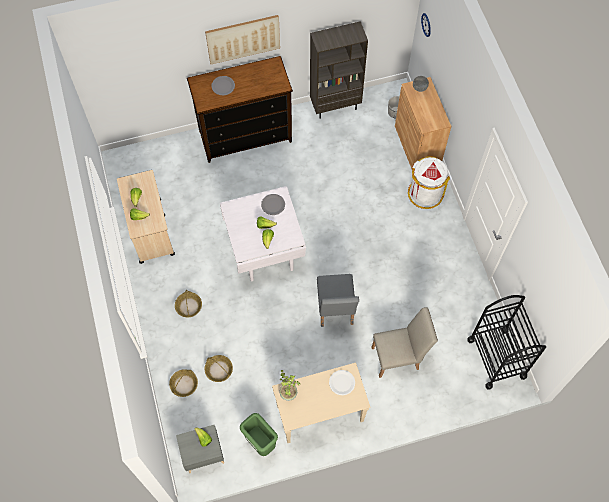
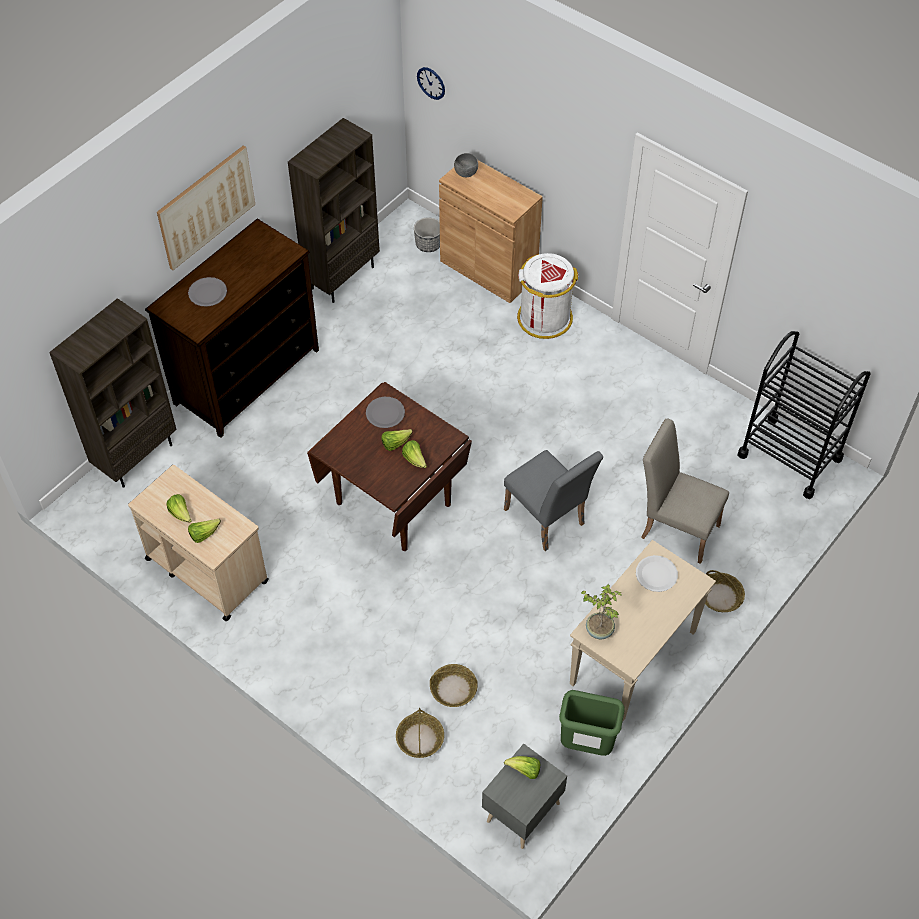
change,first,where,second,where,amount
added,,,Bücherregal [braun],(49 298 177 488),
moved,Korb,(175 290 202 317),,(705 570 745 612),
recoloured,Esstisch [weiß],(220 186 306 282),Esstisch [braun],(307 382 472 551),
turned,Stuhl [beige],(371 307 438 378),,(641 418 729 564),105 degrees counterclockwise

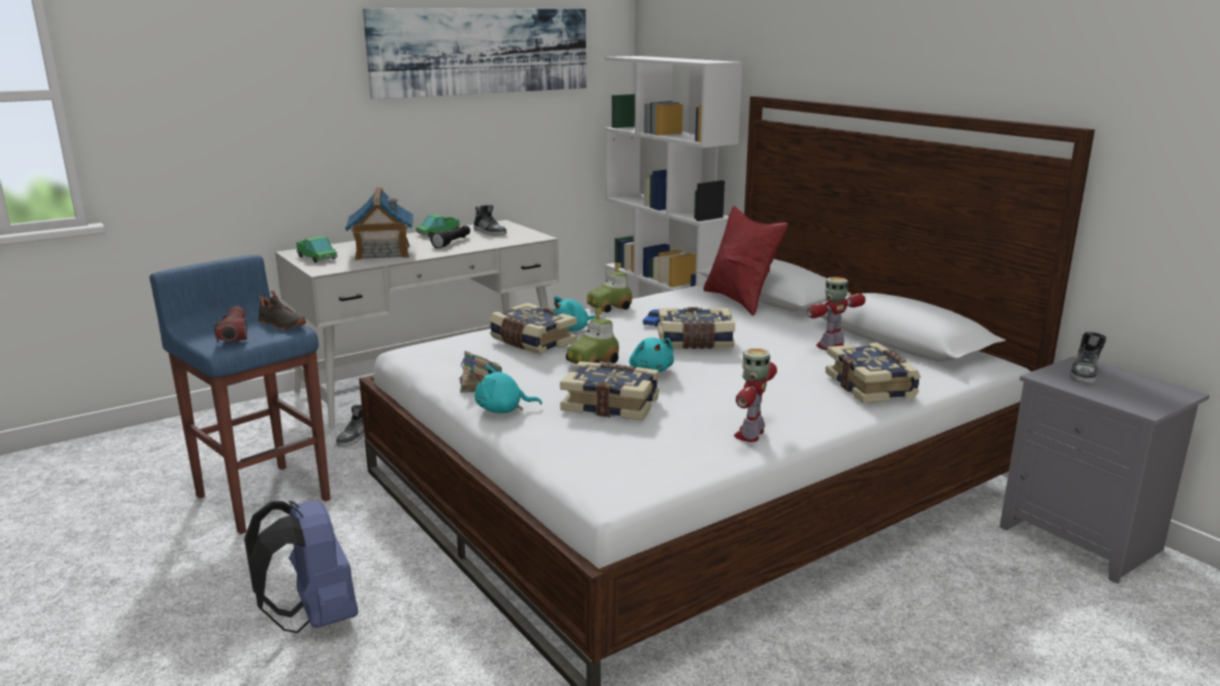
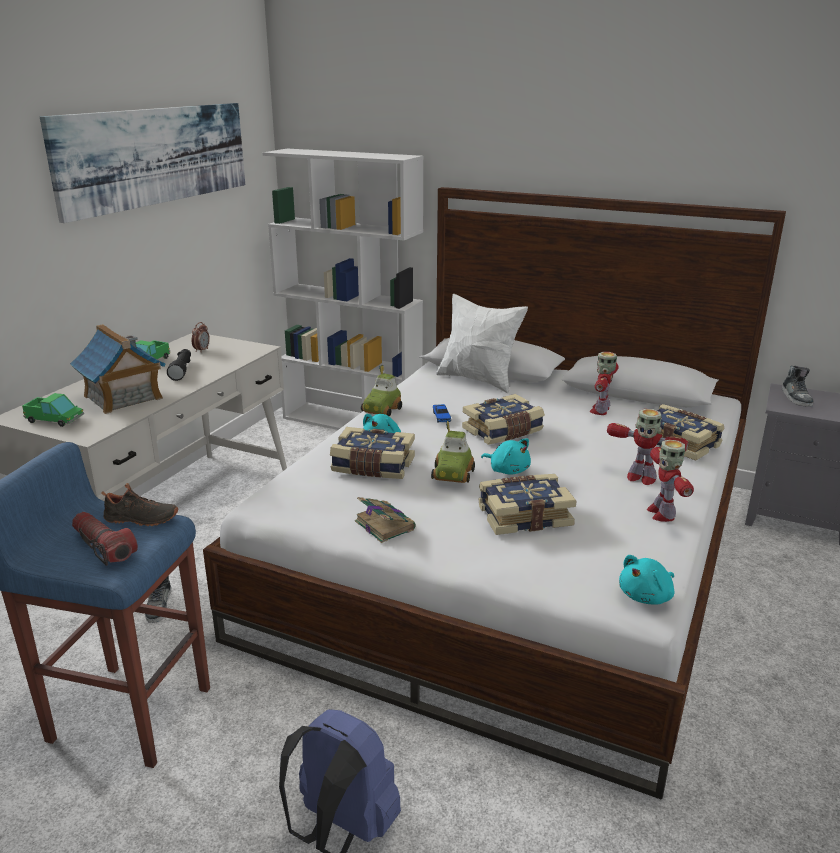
change,first,where,second,where,amount
added,,,Spielzeugroboter,(607 409 689 485),
moved,Plüschtier [türkis],(475 365 542 413),,(619 555 675 605),
replaced,Schuh,(474 205 507 236),Wecker,(192 322 210 353),
recoloured,Kissen [rot],(703 206 788 316),Kissen [weiß],(436 294 528 393),

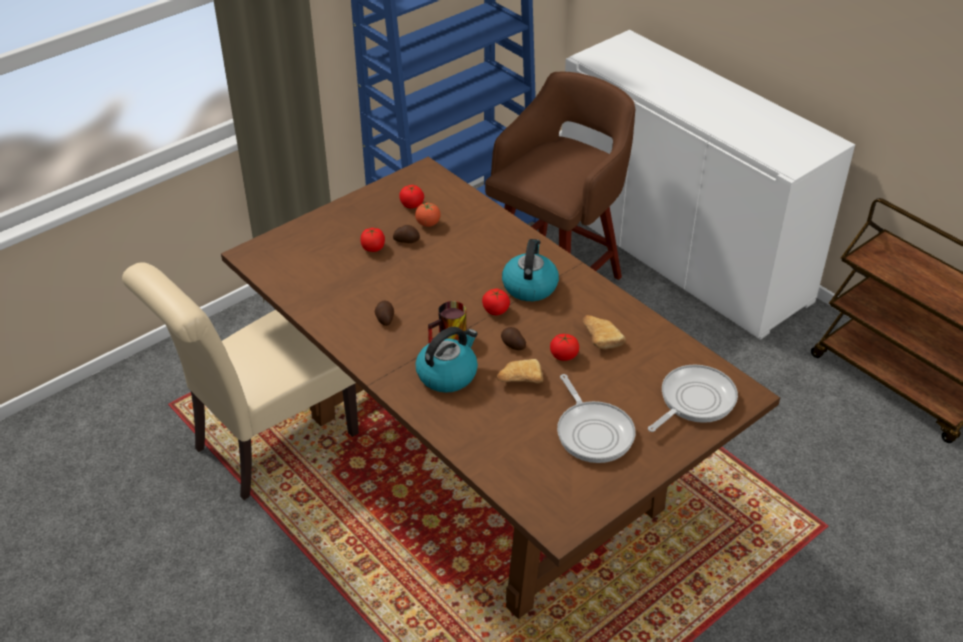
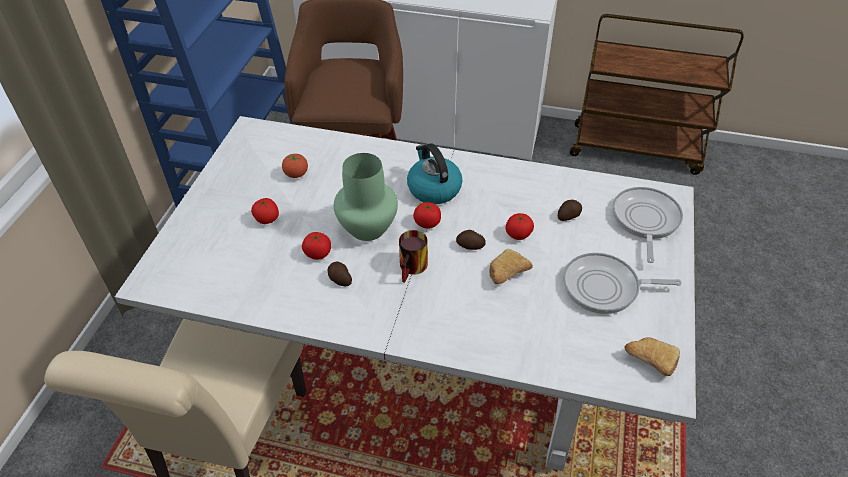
change,first,where,second,where,amount
removed,Wasserkessel,(415 327 478 393),,,
added,,,Vase [grün],(334 153 398 241),
moved,Kartoffel,(393 225 420 243),,(558 200 582 221),
moved,Tomate,(399 185 424 209),,(302 232 331 260),
moved,Brot,(583 315 626 349),,(624 337 680 376),
recoloured,Esstisch [braun],(221 157 780 619),Esstisch [weiß],(115 116 696 471),
turned,Pfanne,(557 374 635 463),,(563 253 682 314),150 degrees clockwise

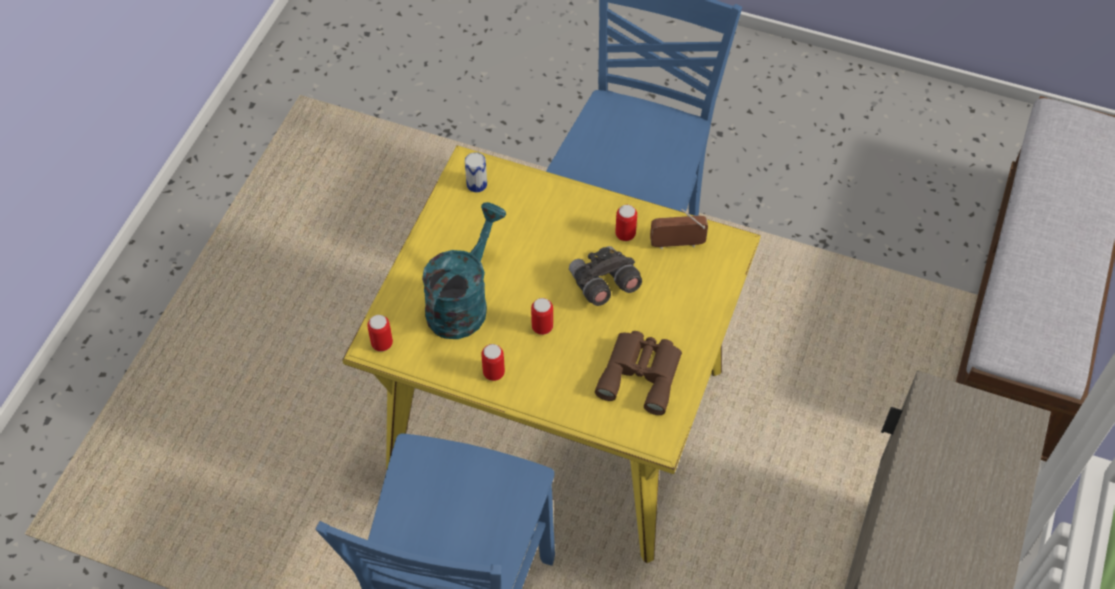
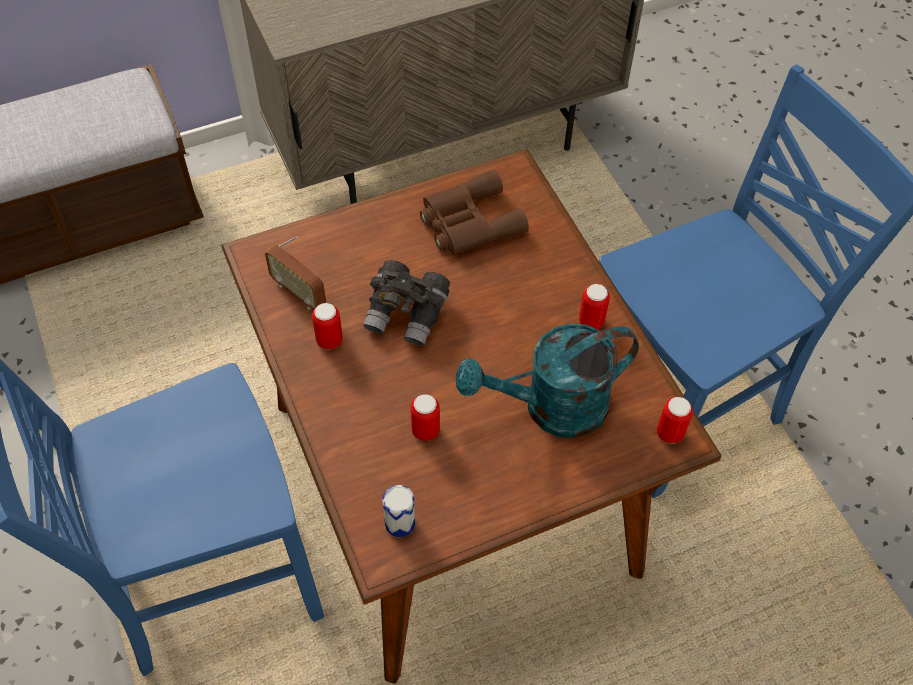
change,first,where,second,where,amount
moved,Dose,(531 298 553 335),,(411 394 440 441),
recoloured,Esstisch [gelb],(342 145 761 563),Esstisch [braun],(222 149 722 684),

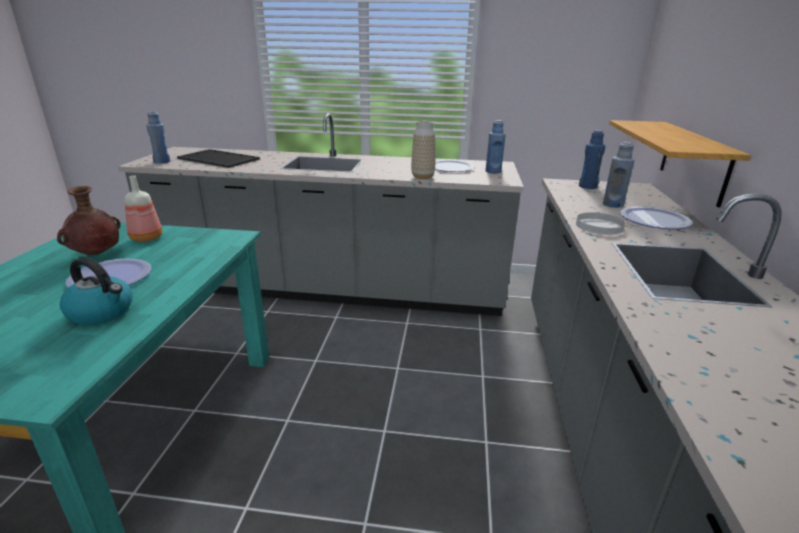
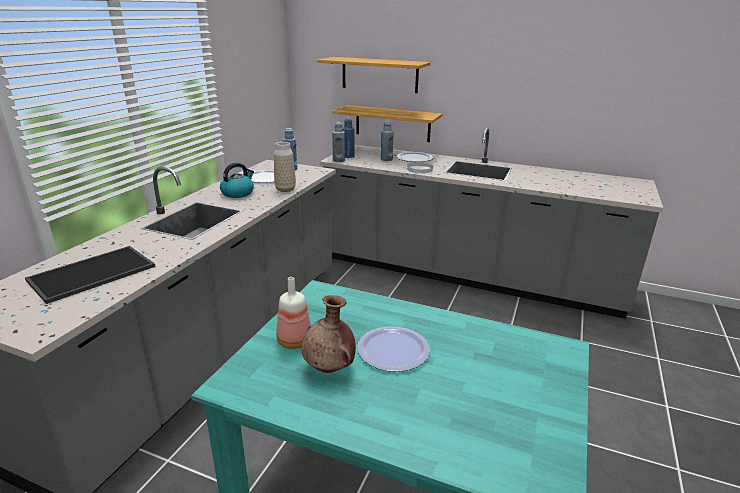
change,first,where,second,where,amount
added,,,Wandregal,(317 57 430 93),
moved,Wasserkessel,(60 257 132 325),,(220 163 254 198),
moved,Flasche [blau],(146 111 170 164),,(332 122 345 162),

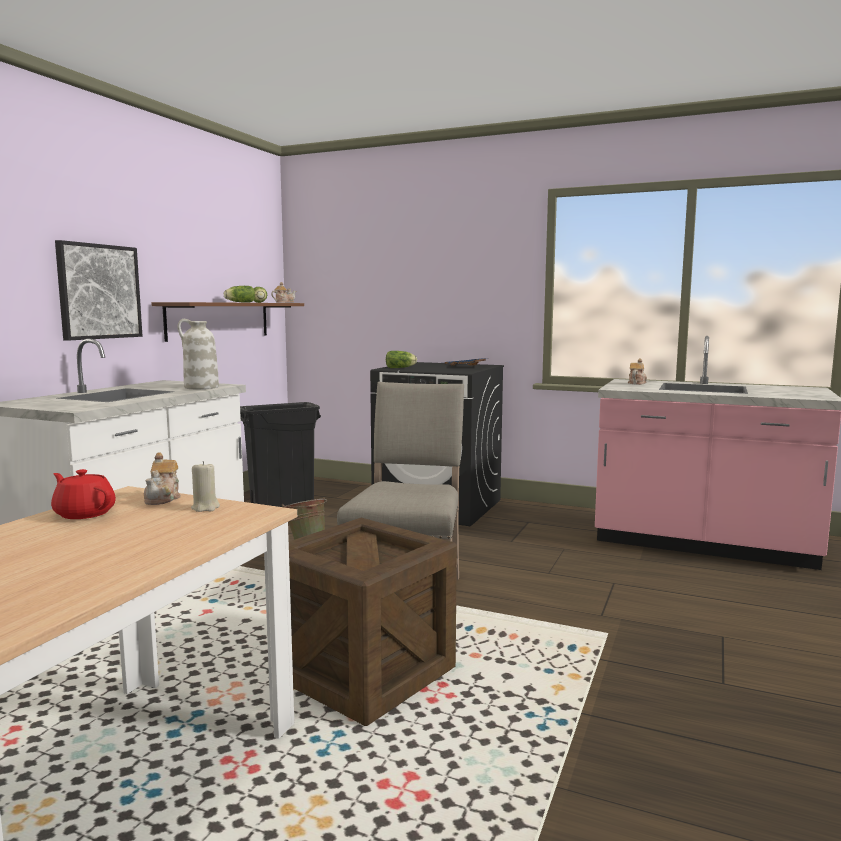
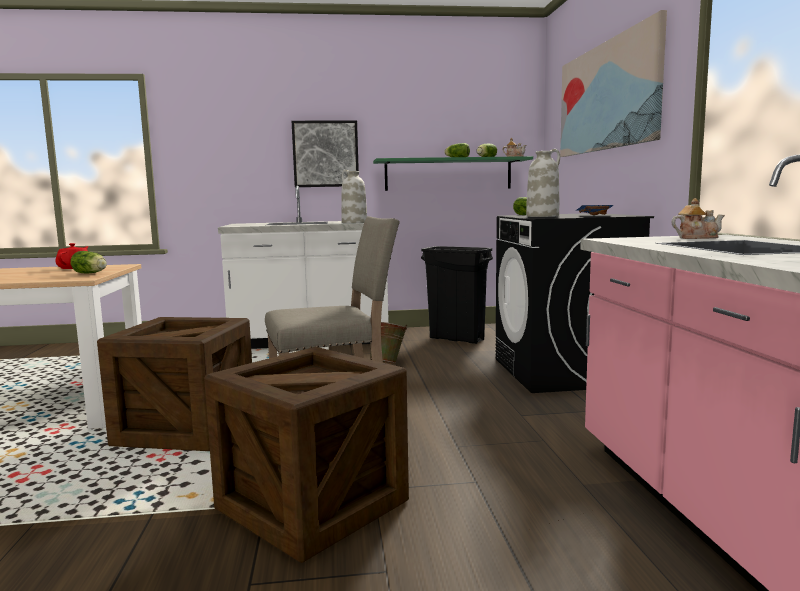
change,first,where,second,where,amount
removed,Teekanne,(144 452 181 505),,,
added,,,Kiste,(204 347 409 563),
added,,,Vase [weiß],(526 149 560 217),
added,,,Bild,(560 10 667 157),
replaced,Kerze [beige],(191 461 220 512),Salatkopf,(70 251 107 273),
recoloured,Wandregal [braun],(151 302 304 342),Wandregal [grün],(373 156 533 191),

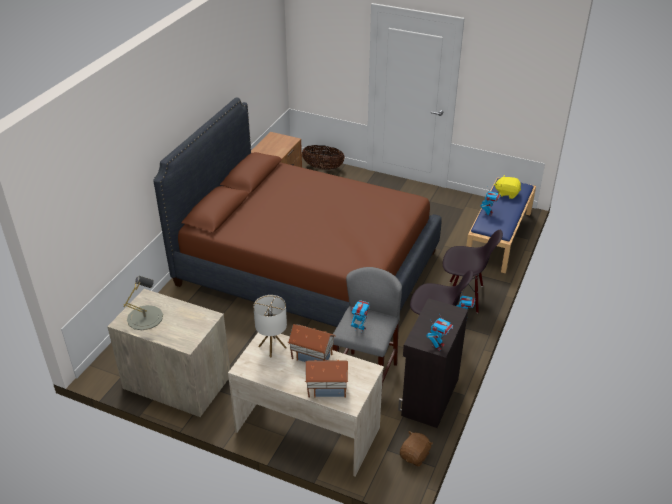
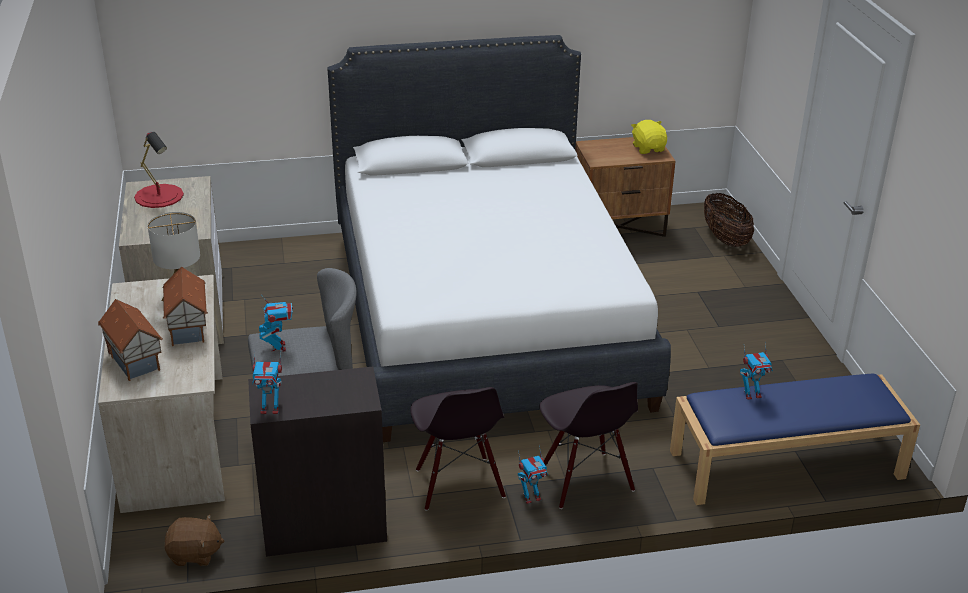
change,first,where,second,where,amount
moved,Plüschtier [gelb],(494 175 521 199),,(631 120 667 154),
recoloured,Tischlampe [grau],(123 276 163 330),Tischlampe [rot],(134 132 184 208),
recoloured,Bett [braun],(154 97 442 327),Bett [weiß],(328 35 671 442),

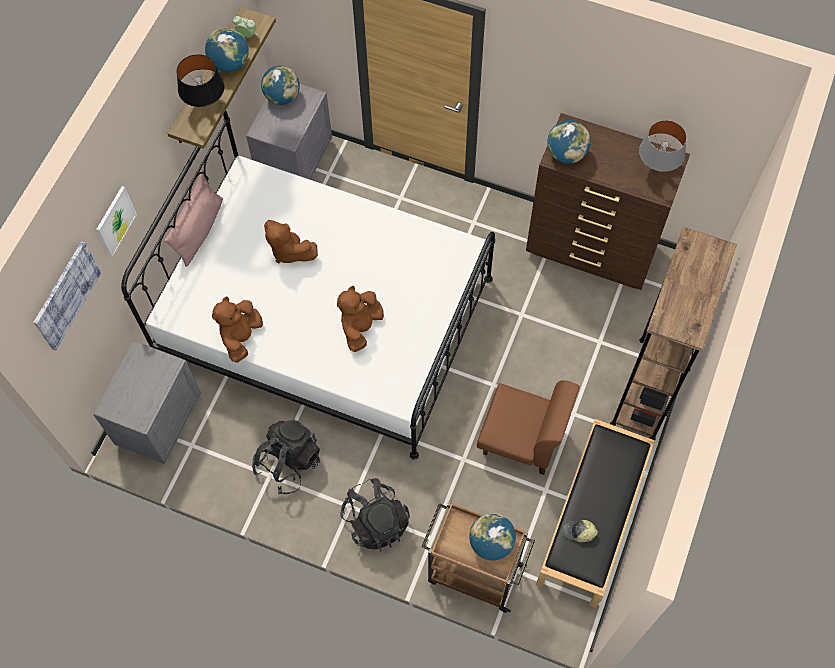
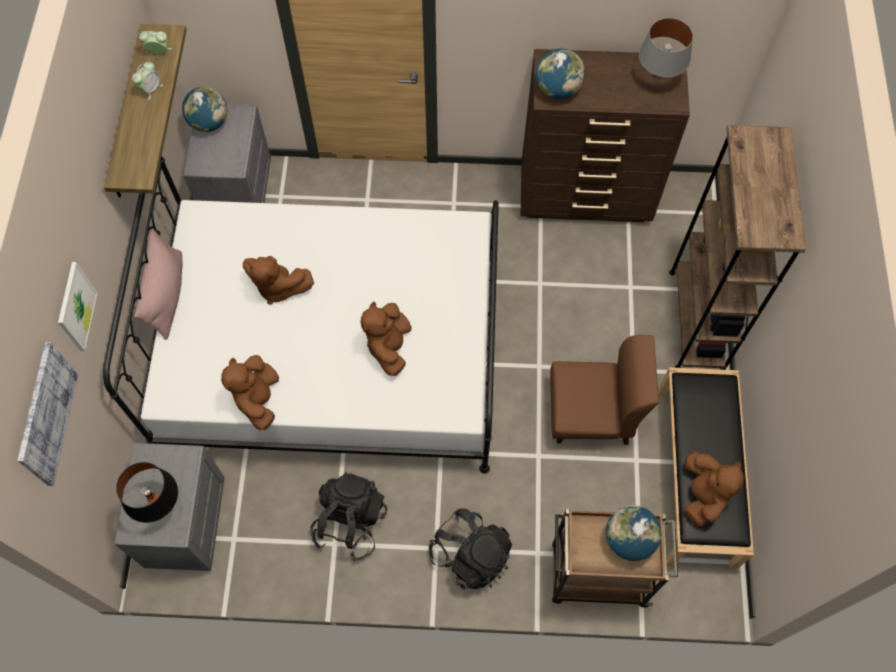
change,first,where,second,where,amount
moved,Tischlampe [schwarz],(177 54 224 107),,(116 462 178 523),
replaced,Globus,(205 28 249 72),Wecker,(132 62 163 100),
replaced,Kappe,(563 520 598 542),Plüschtier [braun],(684 451 744 527),

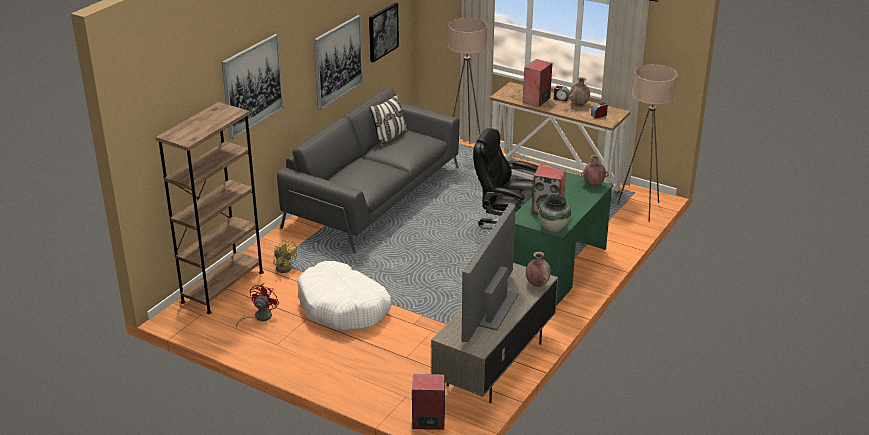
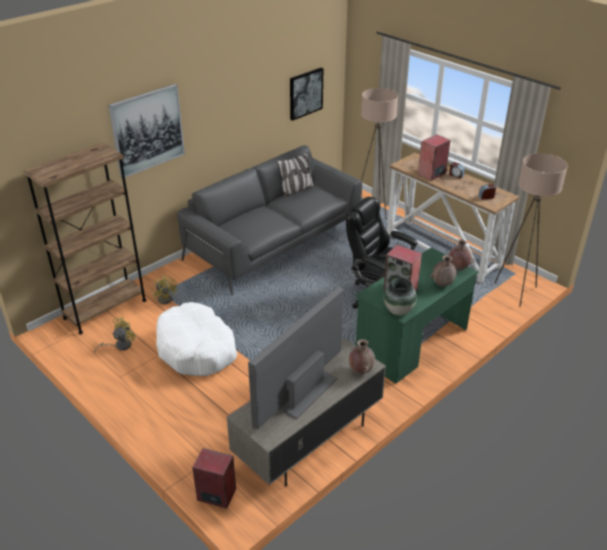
change,first,where,second,where,amount
removed,Bild,(314 15 363 110),,,
moved,Vase [braun],(569 77 590 107),,(431 255 457 287),
recoloured,Ventilator [rot],(236 283 279 328),Ventilator [gelb],(94 317 137 352),

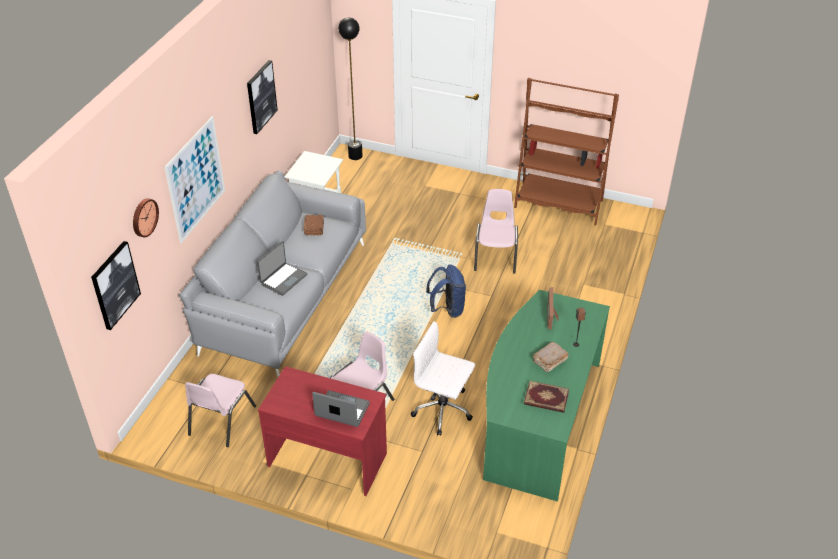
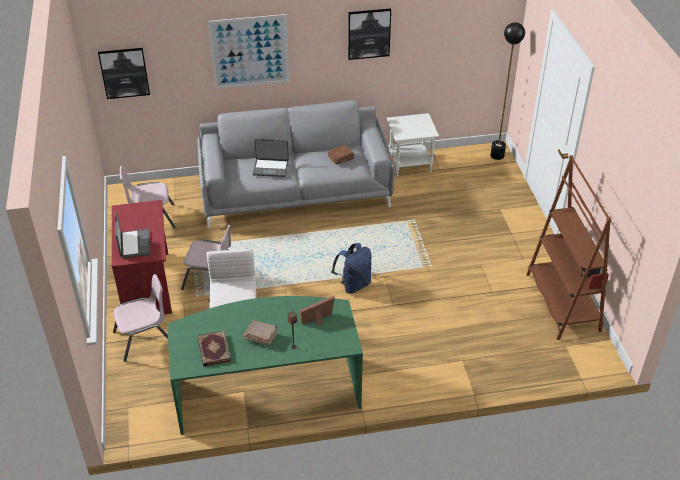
change,first,where,second,where,amount
removed,Wanduhr,(133 198 159 237),,,
moved,Stuhl [rosa],(474 189 518 274),,(113 274 168 362),

